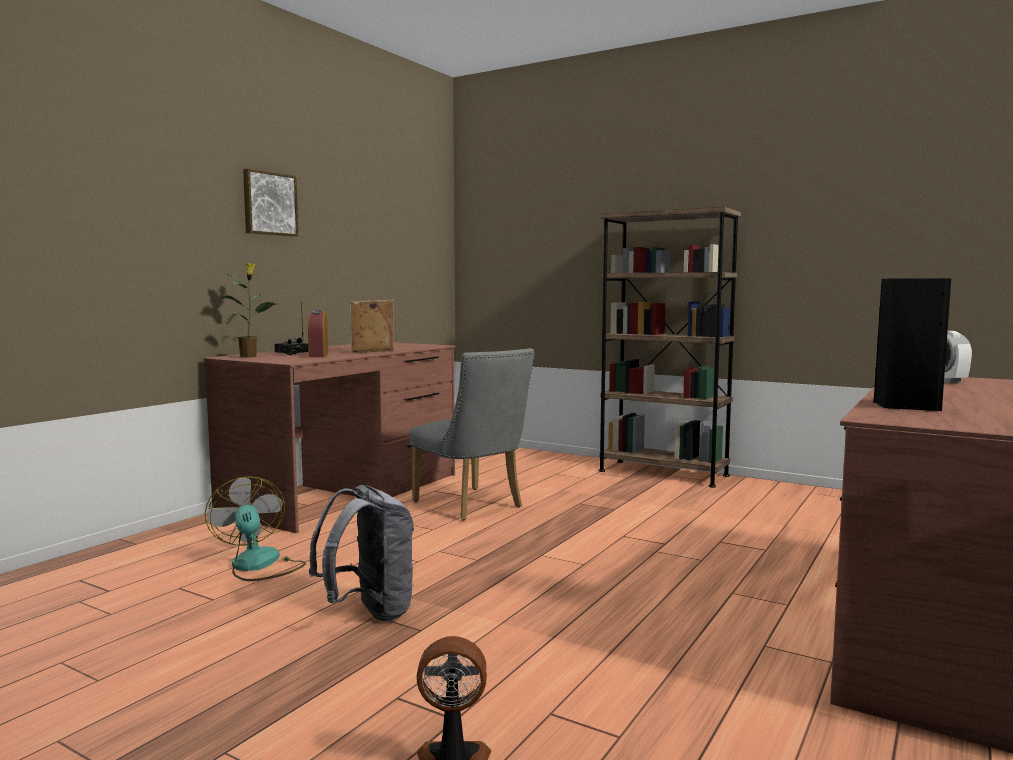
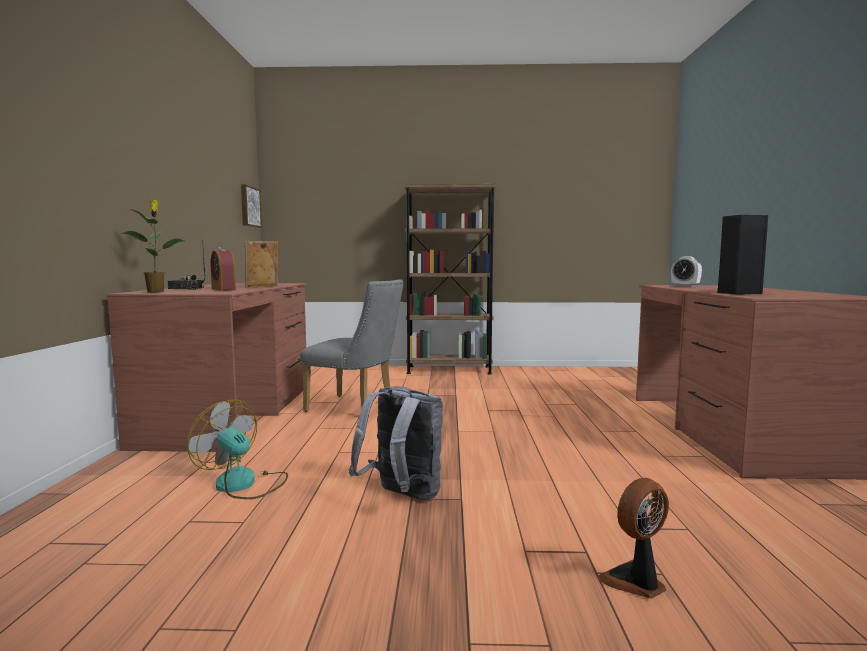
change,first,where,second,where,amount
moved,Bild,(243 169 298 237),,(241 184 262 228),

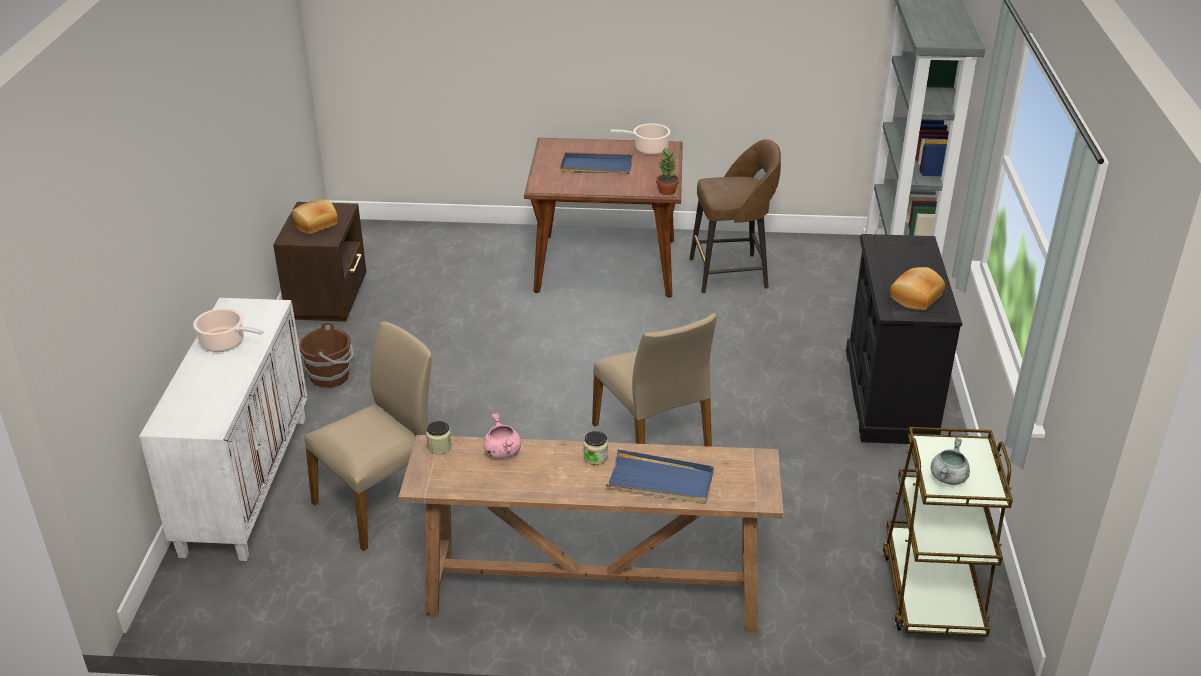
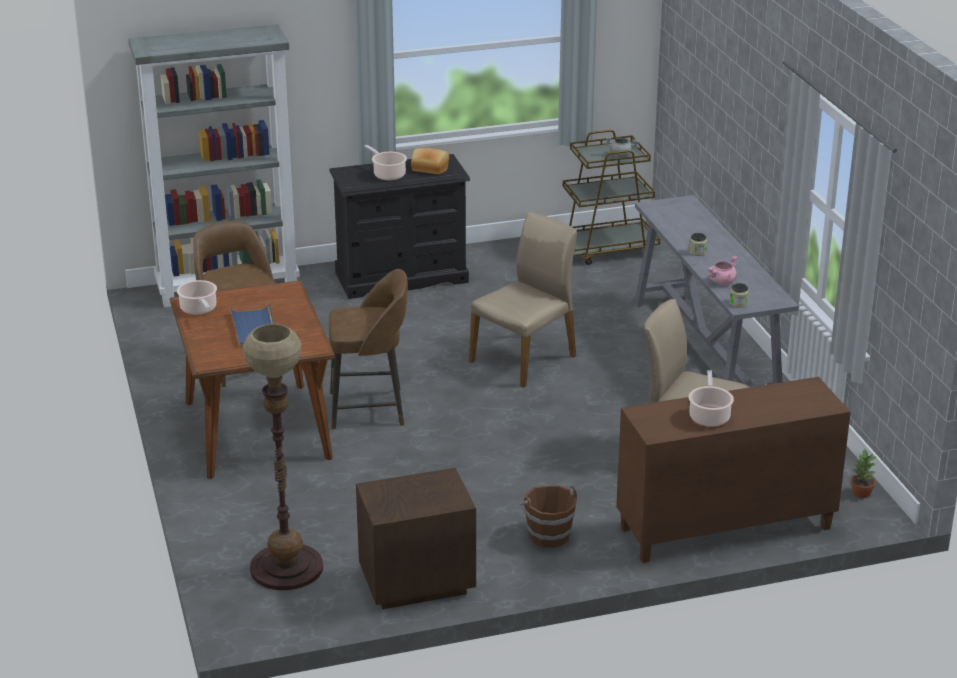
change,first,where,second,where,amount
removed,Brot,(291 199 338 234),,,
removed,Tablett [blau],(606 449 714 504),,,
added,,,Stehlampe,(243 324 323 590),
added,,,Hocker [braun],(329 269 408 429),
added,,,Kochtopf,(364 145 407 181),
moved,Topfpflanze,(656 148 679 195),,(851 449 877 498),
recoloured,Schrank [weiß],(139 298 308 561),Schrank [braun],(616 377 851 563),
recoloured,Konsolentisch [braun],(399 435 783 632),Konsolentisch [grau],(634 195 799 387),

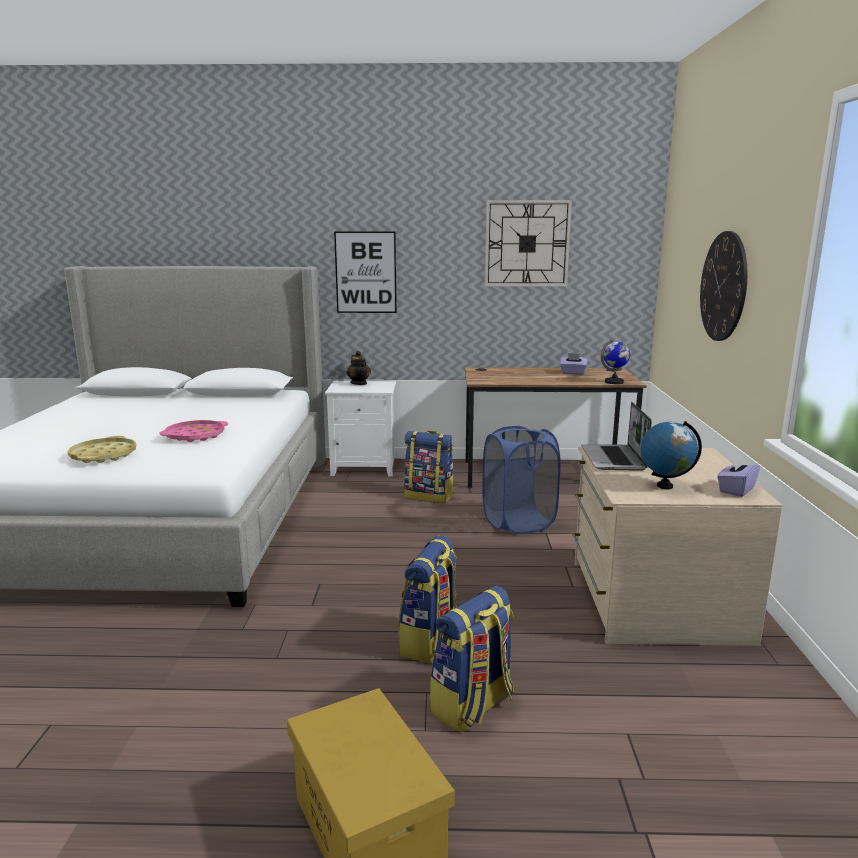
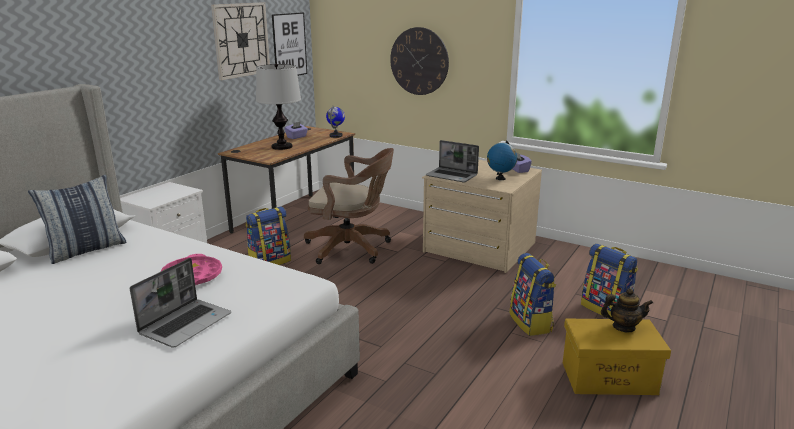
change,first,where,second,where,amount
added,,,Kissen,(28 175 127 264),
added,,,Tischlampe,(256 63 301 150),
moved,Bild,(334 231 397 313),,(272 12 307 76),
moved,Teekanne,(346 351 371 385),,(601 288 653 332),
moved,Rucksack,(398 536 457 663),,(581 244 638 317),
replaced,Tablett [gelb],(67 436 136 463),Laptop,(130 258 231 348),
replaced,Wäschekorb [blau],(482 426 561 534),Bürostuhl [braun],(304 148 394 264),

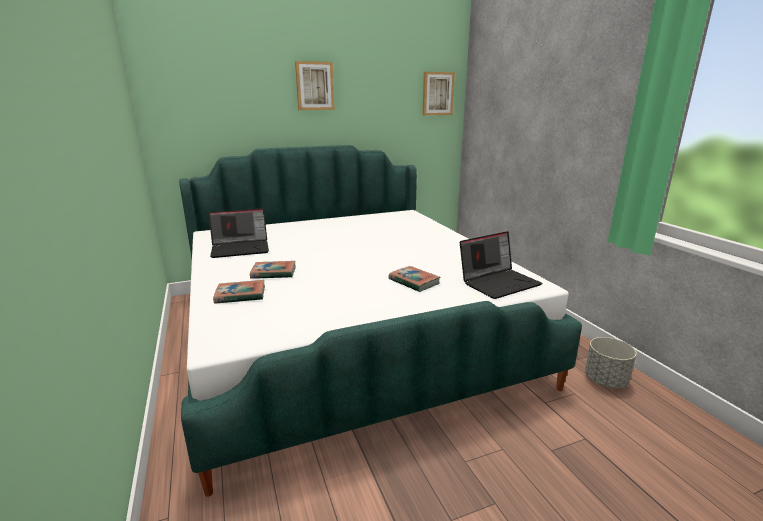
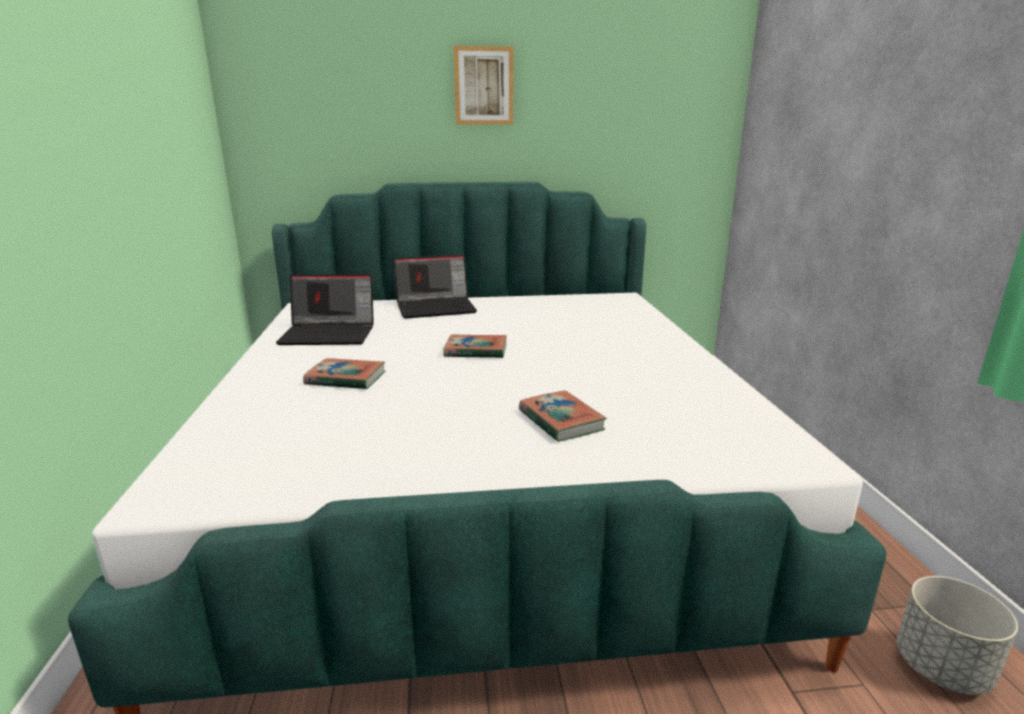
change,first,where,second,where,amount
removed,Bild,(422 72 455 115),,,
moved,Buch,(213 280 265 304),,(443 335 507 358),
moved,Laptop,(460 231 543 299),,(393 255 477 319),

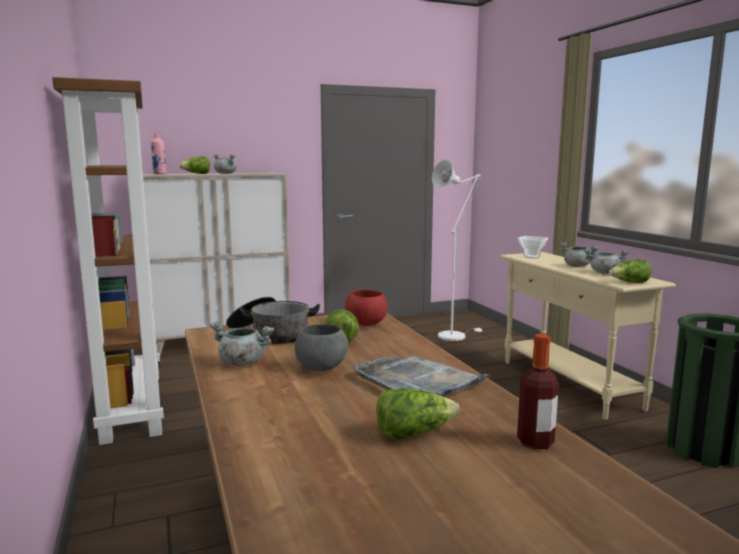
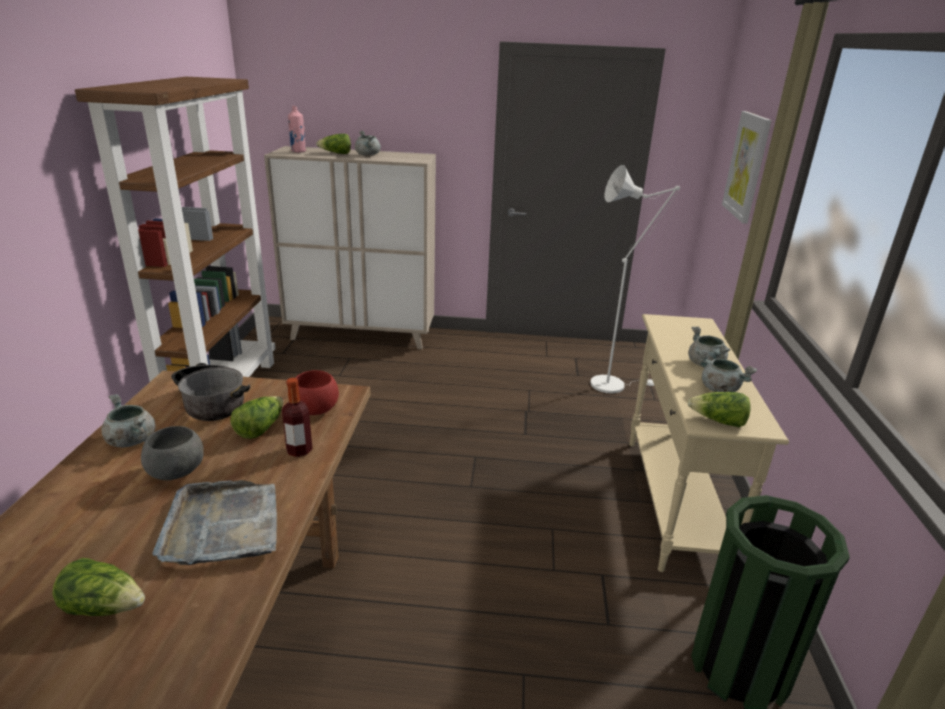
change,first,where,second,where,amount
removed,Schüssel,(518 236 548 259),,,
added,,,Bild,(722 111 772 224),
moved,Flasche,(517 334 559 449),,(282 378 313 457),

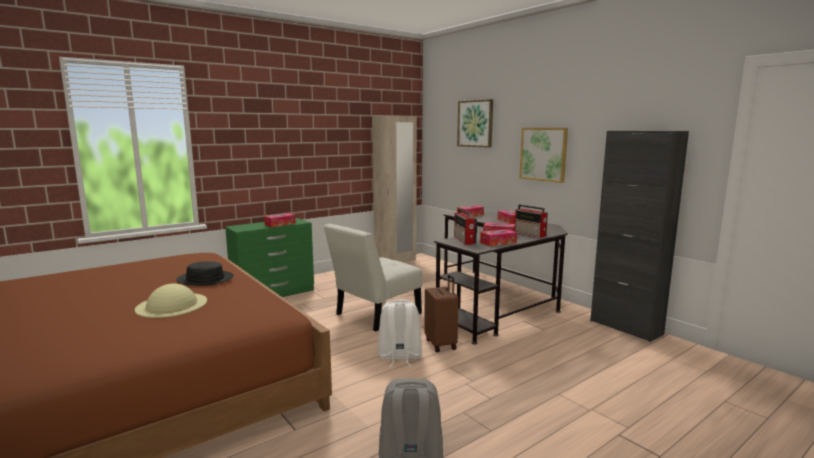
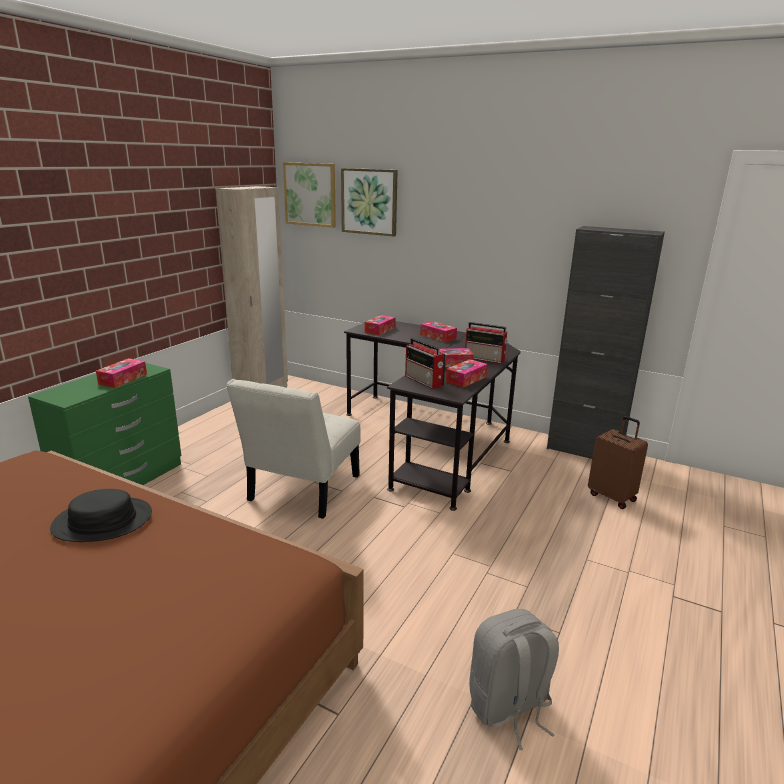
change,first,where,second,where,amount
removed,Hut [beige],(135 284 207 318),,,
removed,Rucksack [weiß],(378 300 422 367),,,
moved,Koffer [braun],(424 275 459 352),,(588 416 648 509),
moved,Bild,(519 128 568 183),,(283 162 336 228),

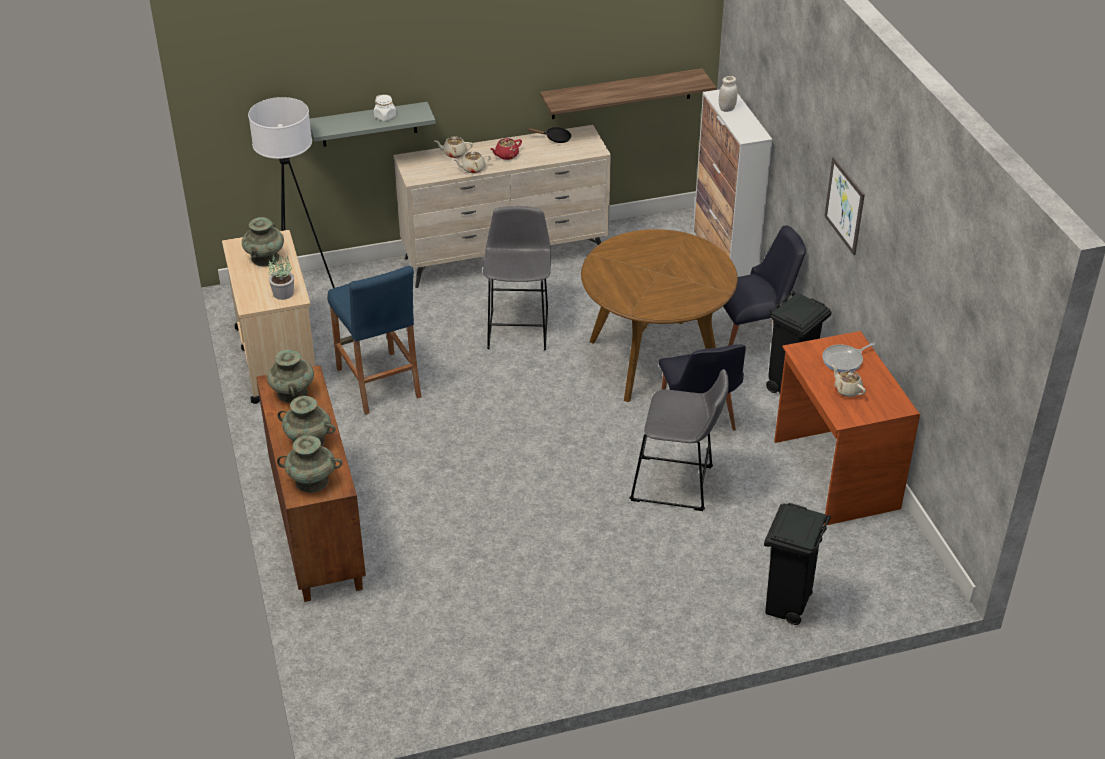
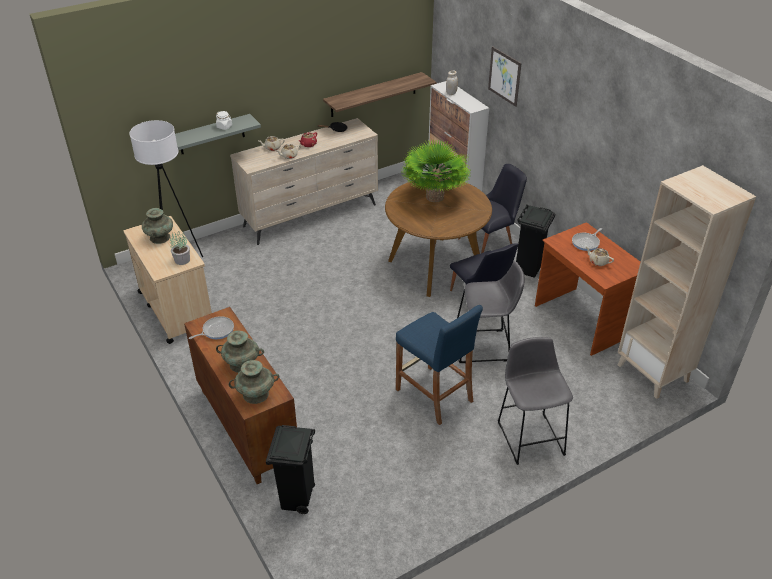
change,first,where,second,where,amount
added,,,Topfpflanze,(402 140 472 202),
added,,,Bücherregal [beige],(618 165 756 399),
moved,Hocker [blau],(327 266 421 414),,(396 305 483 425),
moved,Hocker [grau],(483 206 551 350),,(498 337 573 465),
moved,Mülleimer [schwarz],(764 503 831 625),,(266 425 315 514),
moved,Bild,(824 157 865 255),,(488 46 522 107),
replaced,Vase [türkis],(267 349 314 403),Pfanne,(189 316 234 339),

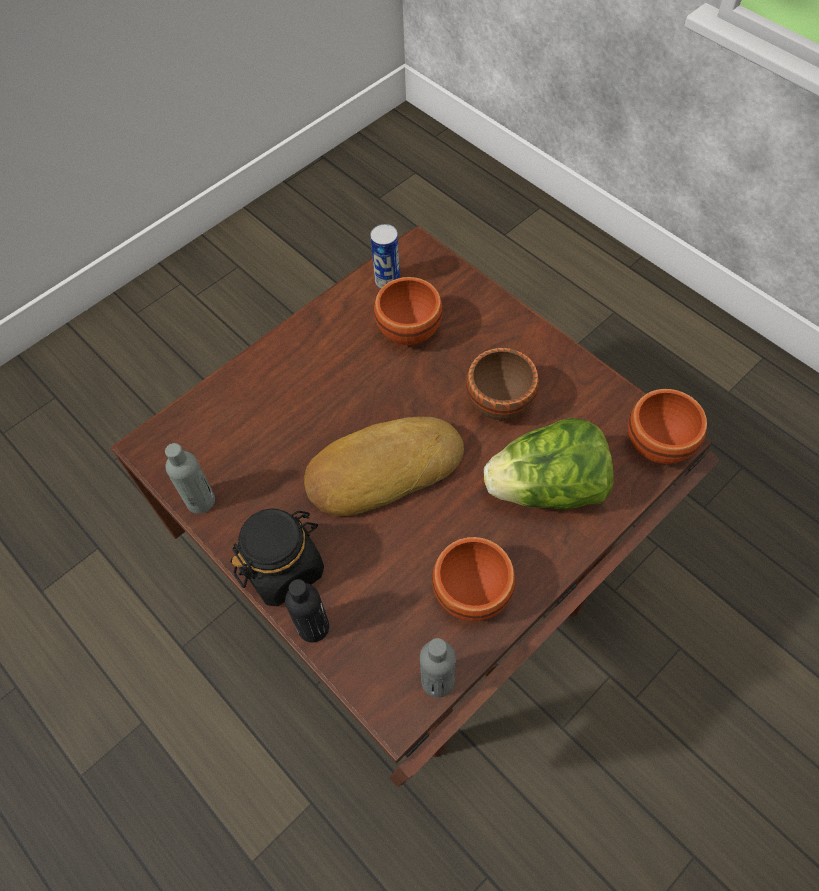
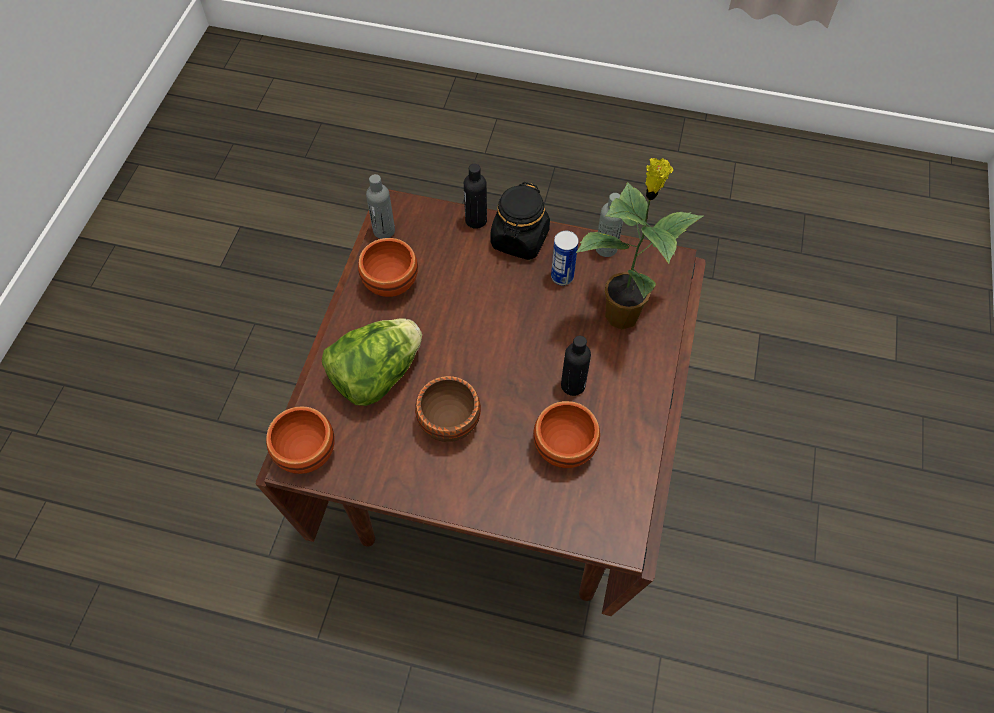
change,first,where,second,where,amount
removed,Brot,(304 417 464 516),,,
added,,,Flasche [schwarz],(561 336 591 396),
added,,,Topfpflanze,(576 158 704 330),
moved,Dose,(370 224 400 289),,(551 231 579 285),

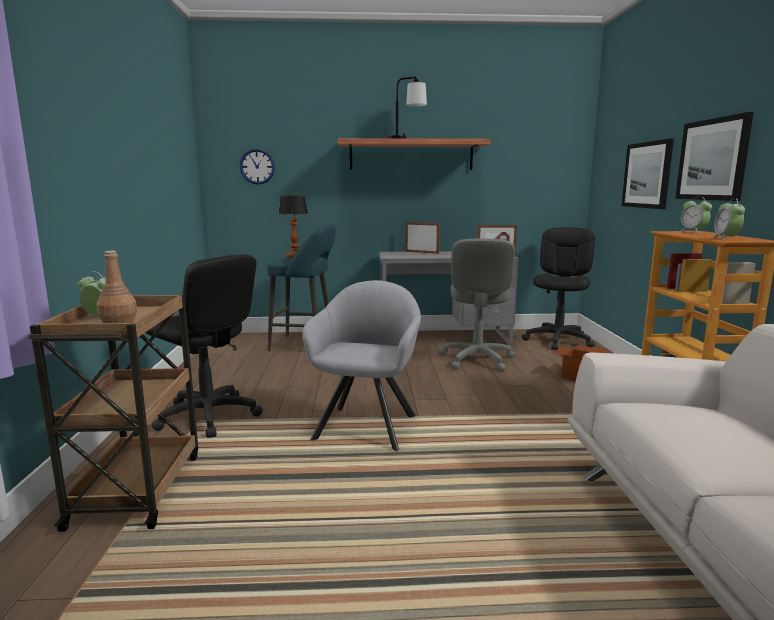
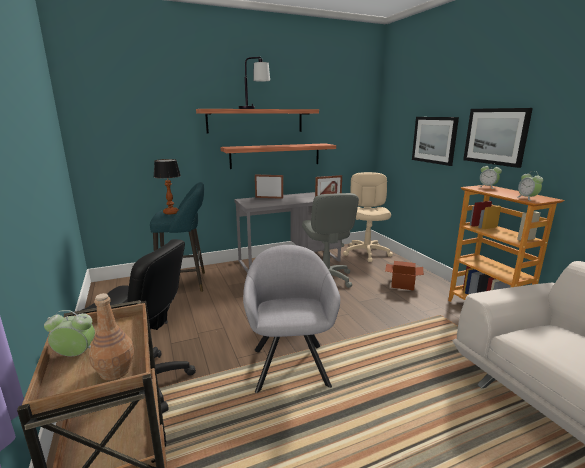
change,first,where,second,where,amount
removed,Wanduhr,(240 149 275 185),,,
added,,,Wandregal,(221 143 336 169),
recoloured,Bürostuhl [schwarz],(522 227 595 350),Bürostuhl [beige],(343 172 393 262),

